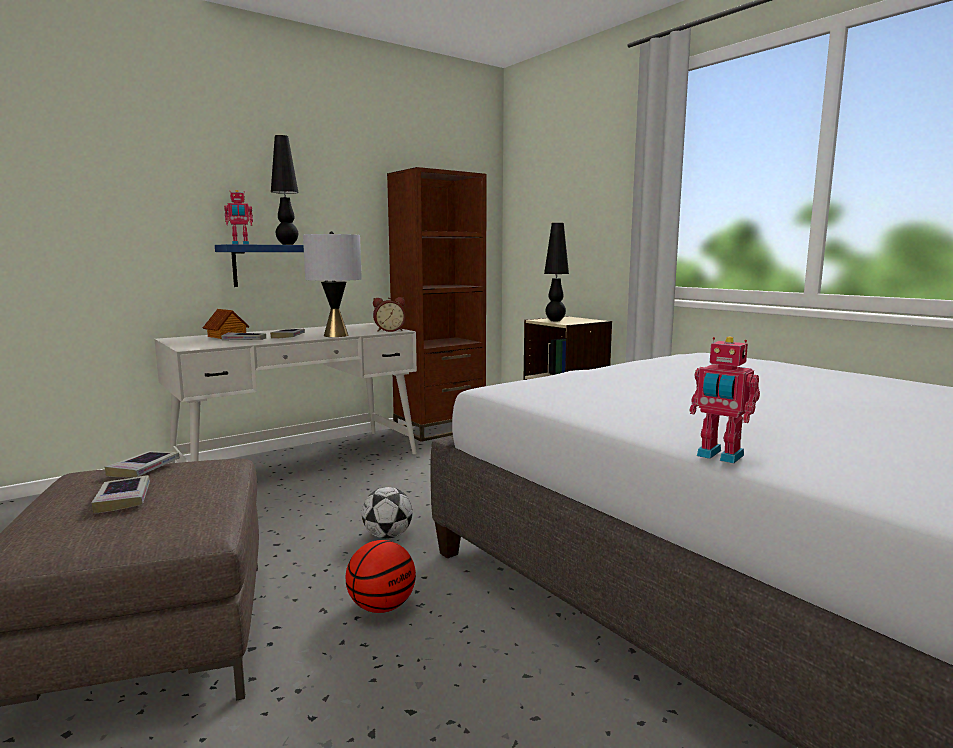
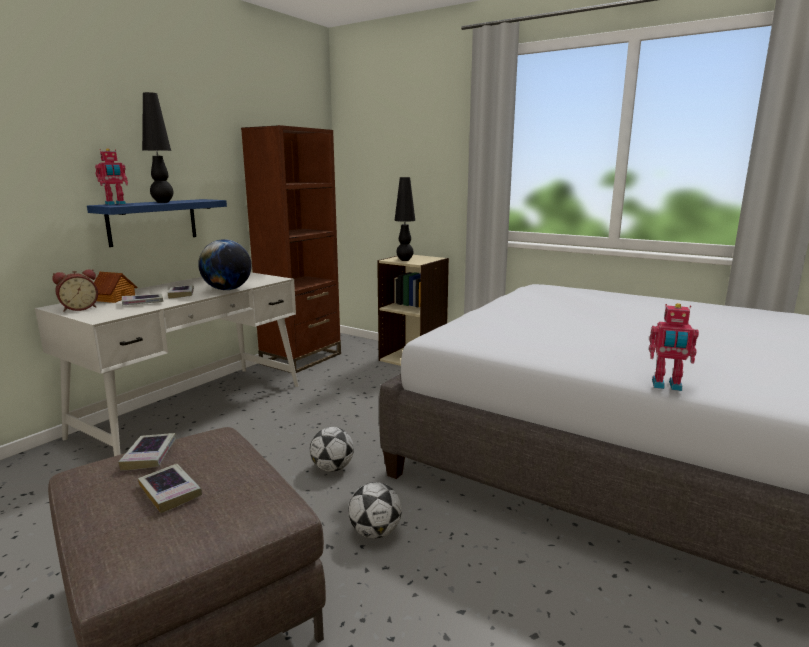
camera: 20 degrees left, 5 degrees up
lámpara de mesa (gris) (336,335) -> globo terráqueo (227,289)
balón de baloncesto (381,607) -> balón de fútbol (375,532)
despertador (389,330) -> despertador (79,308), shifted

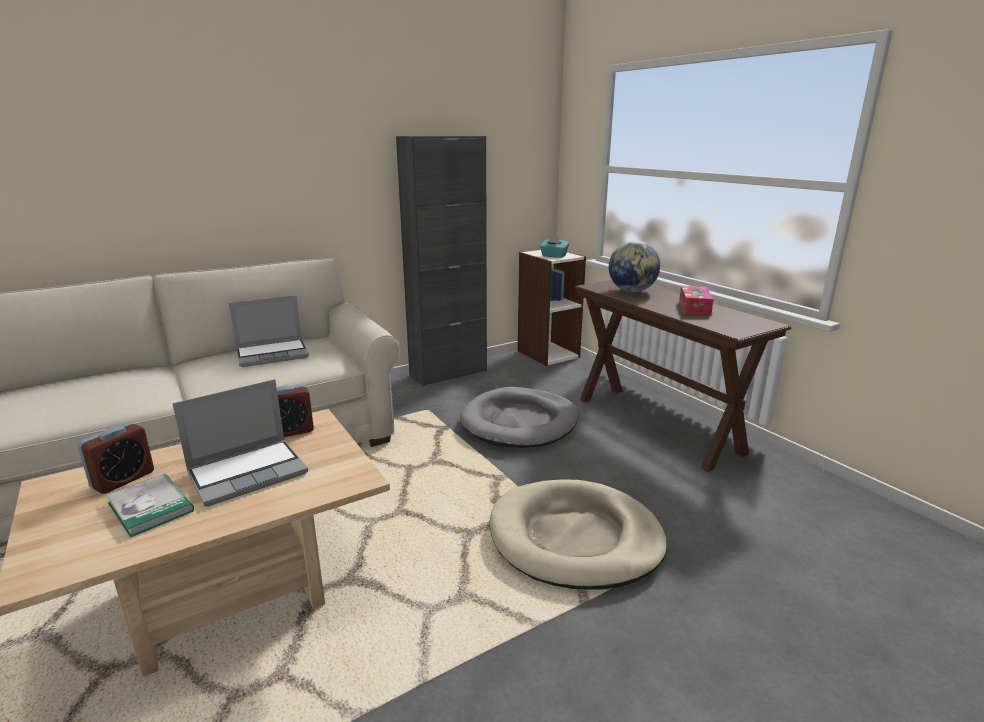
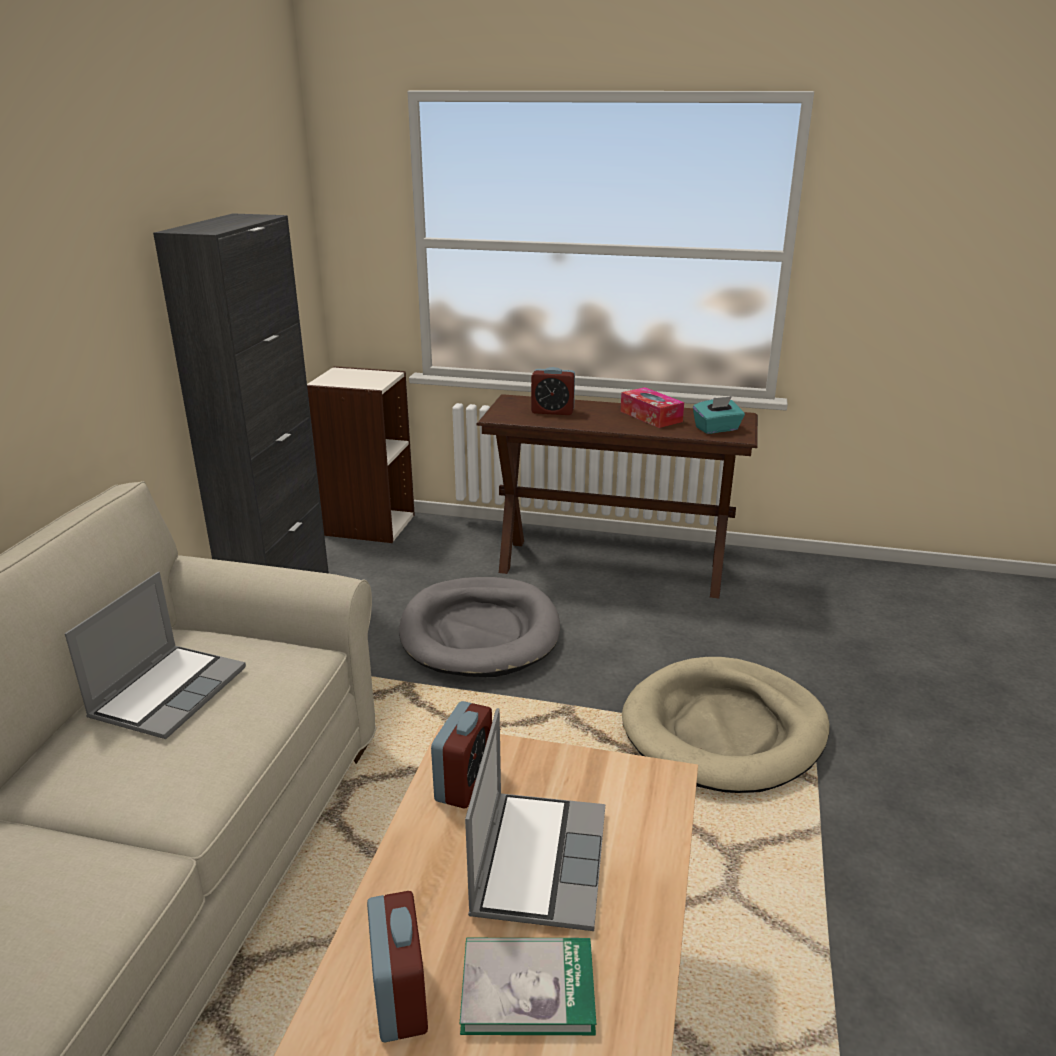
camera: 45 degrees left, 5 degrees up
caja de pañuelos (turquesa) (553,256) -> caja de pañuelos (turquesa) (717,429), shifted
globo terráqueo (632,291) -> despertador (552,411)

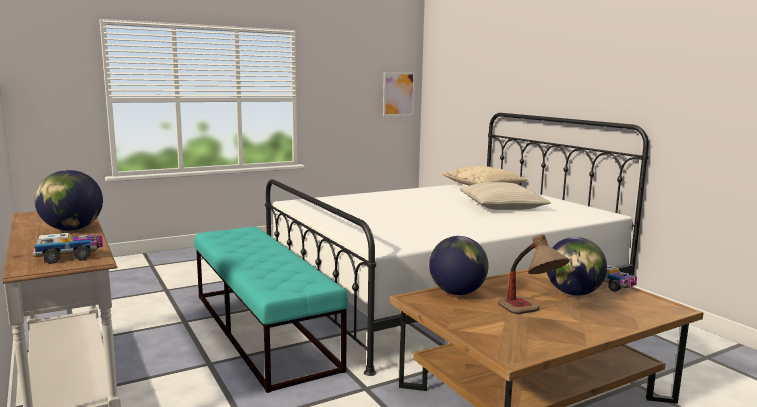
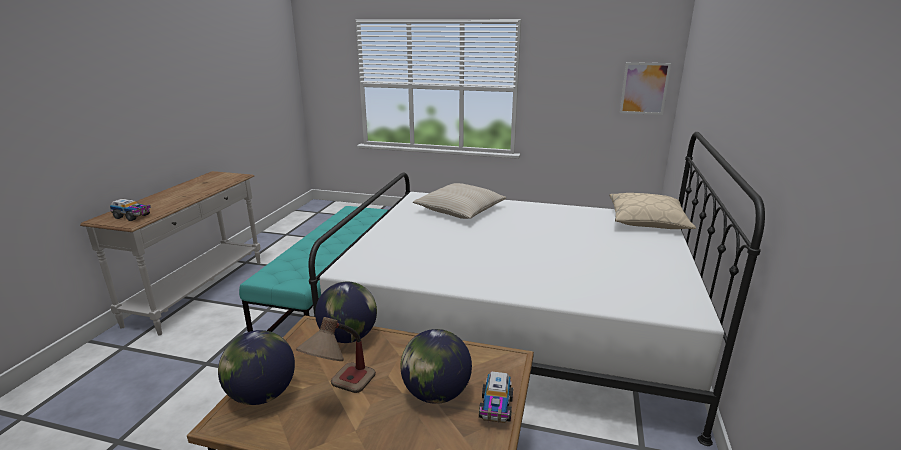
camera: 45 degrees right, 10 degrees up
globo terráqueo (72,229) -> globo terráqueo (262,395), shifted
cojín (beis) (502,206) -> cojín (beis) (460,210), shifted

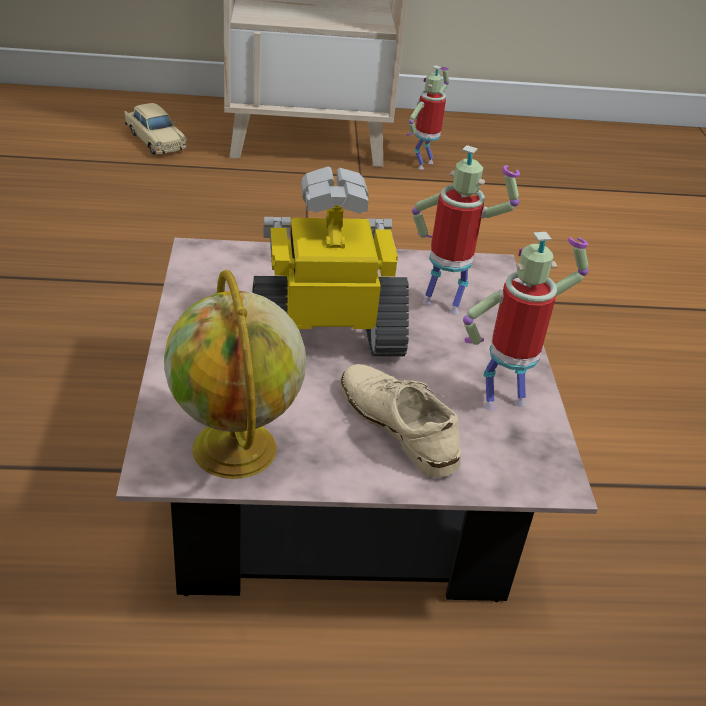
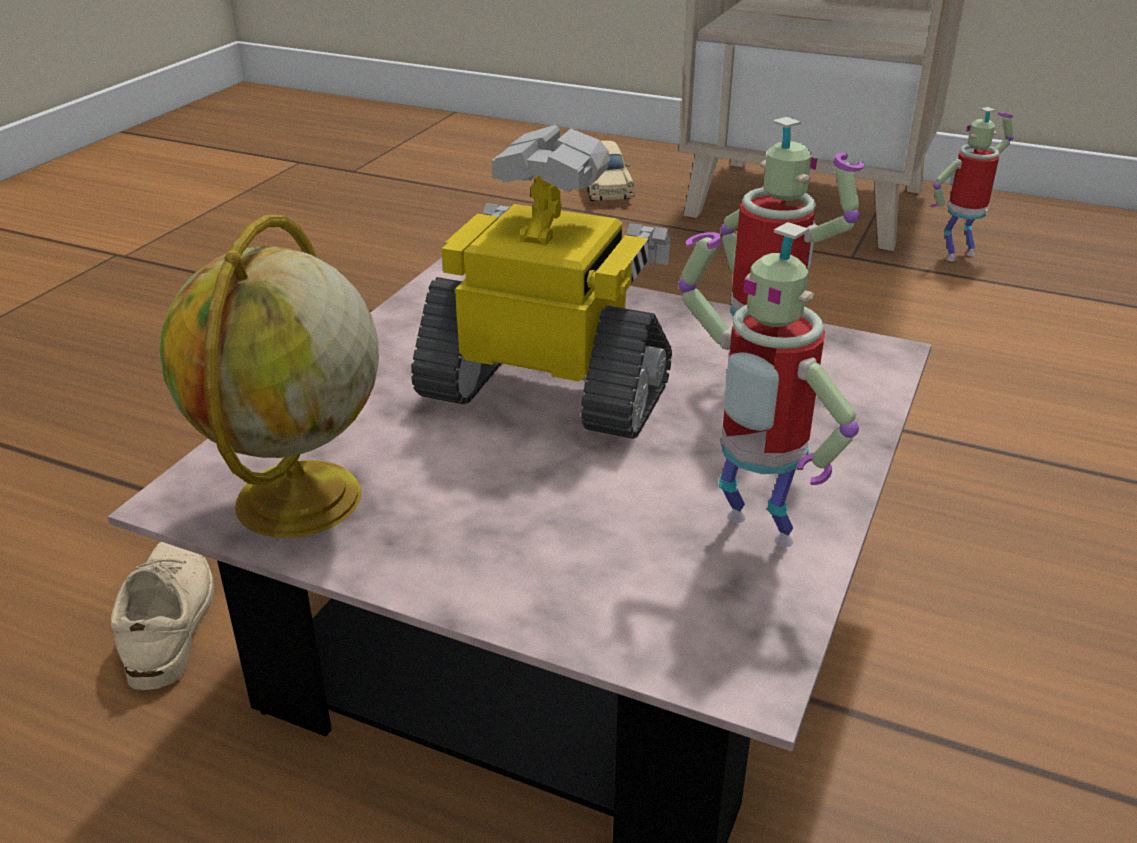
camera: 30 degrees right, 5 degrees down
zapato (beis) (398,425) -> zapato (beis) (170,619), shifted
robot de juguete (503,400) -> robot de juguete (750,533), 150 degrees counterclockwise

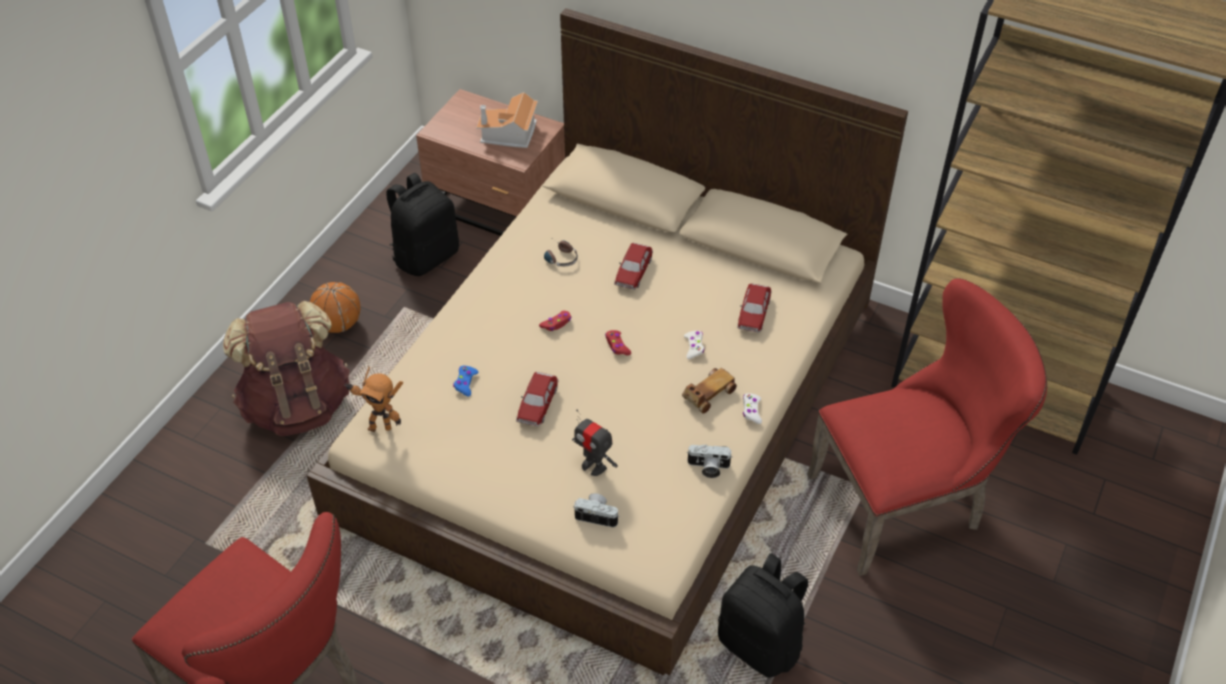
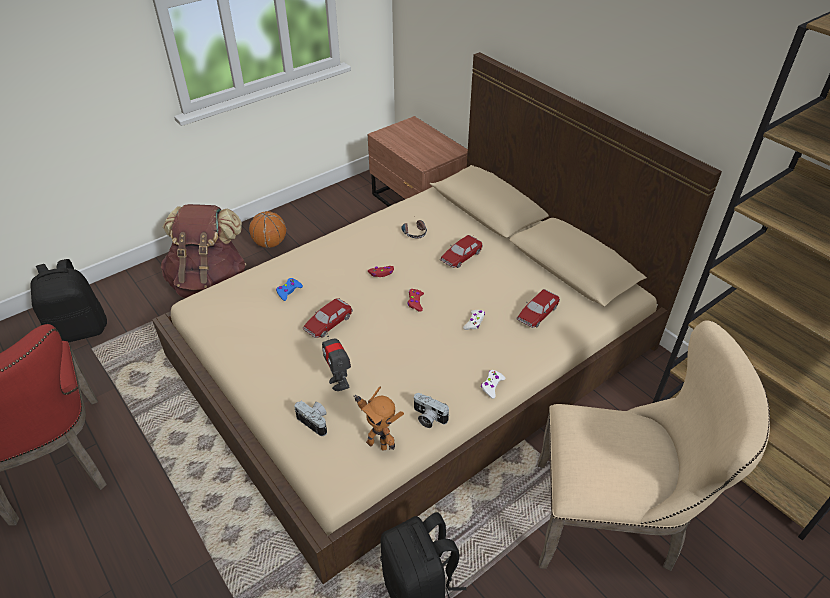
camera: 25 degrees right, 5 degrees down
robot de juguete (380,426) -> robot de juguete (378,443), shifted
mochila (negro) (426,256) -> mochila (negro) (80,330), shifted
casita (509,134) -> none
coche de juguete (708,395) -> none
silla (rojo) (905,503) -> silla (beis) (612,519)

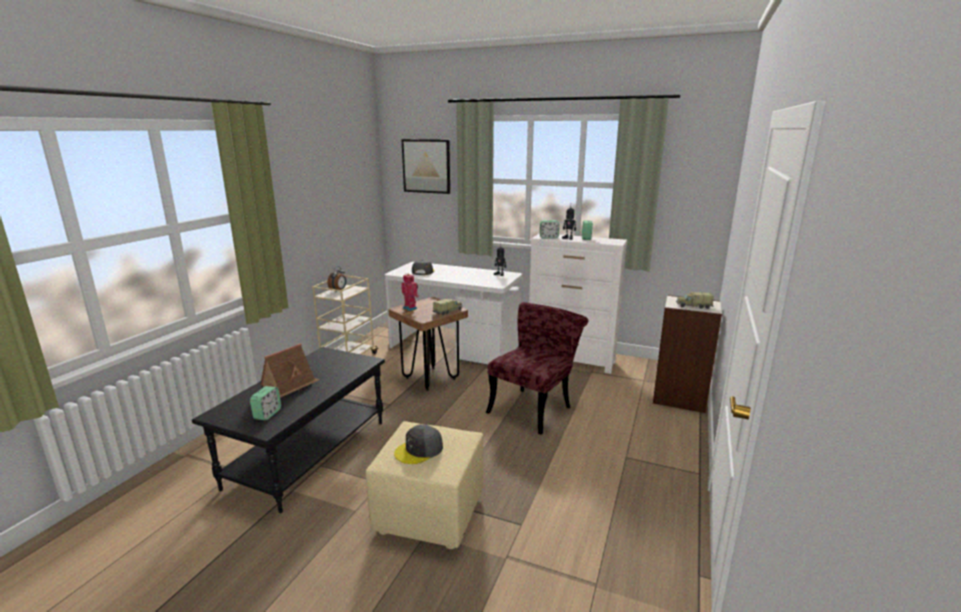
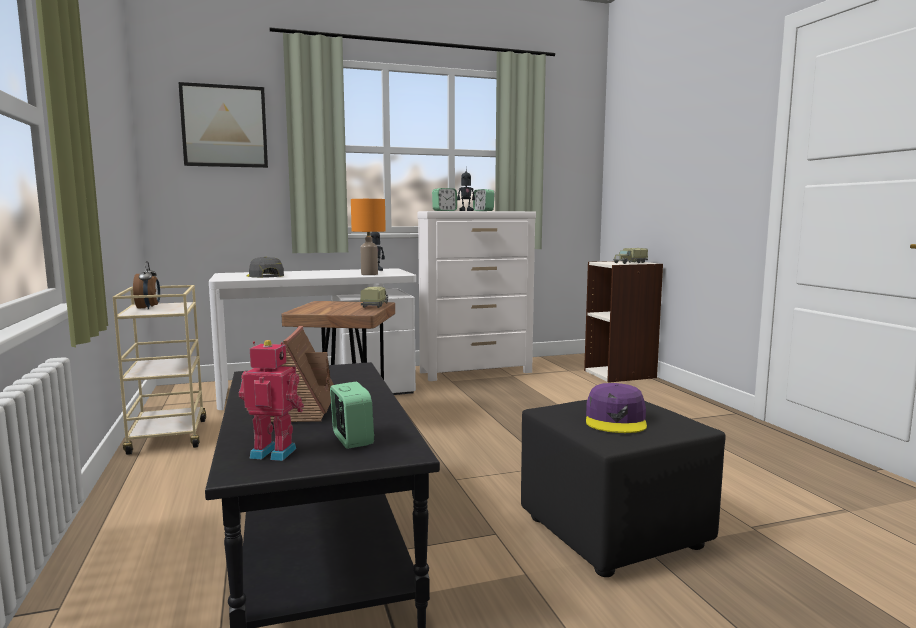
camera: 40 degrees left, 10 degrees down
puf (beis) (429,513) -> puf (negro) (611,532)
gorra (gris) (419,450) -> gorra (morado) (616,420)
robot de juguete (410,308) -> robot de juguete (274,452), shifted
silla (rojo) (534,407) -> none
none -> lámpara de mesa (naranja) (370,274)

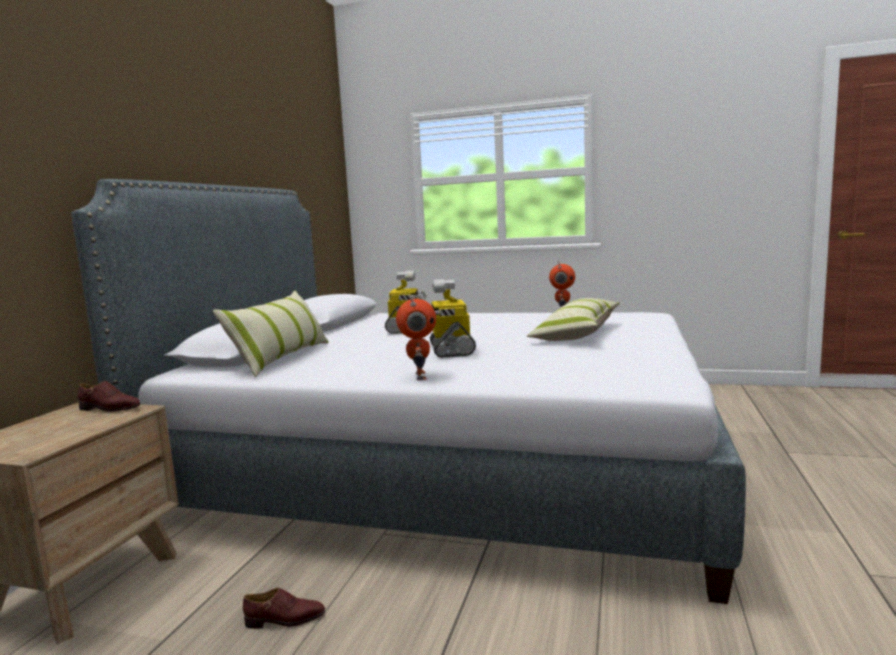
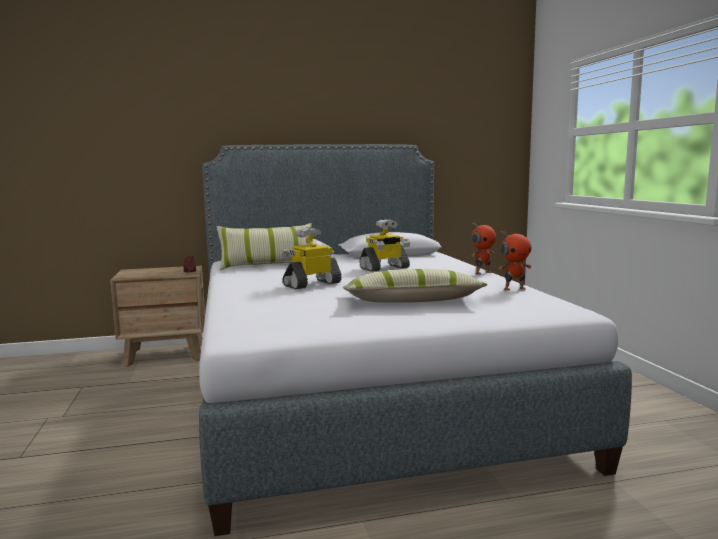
camera: 60 degrees right, 0 degrees up
zapato (marrón) (285,620) -> none
robot de juguete (419,376) -> robot de juguete (482,273), shifted

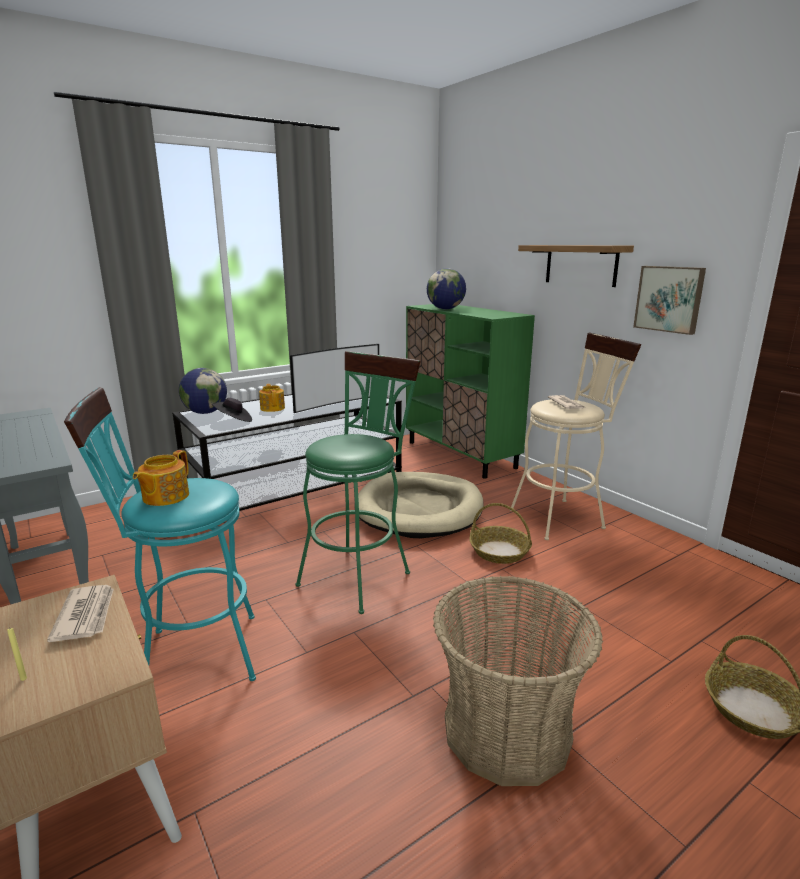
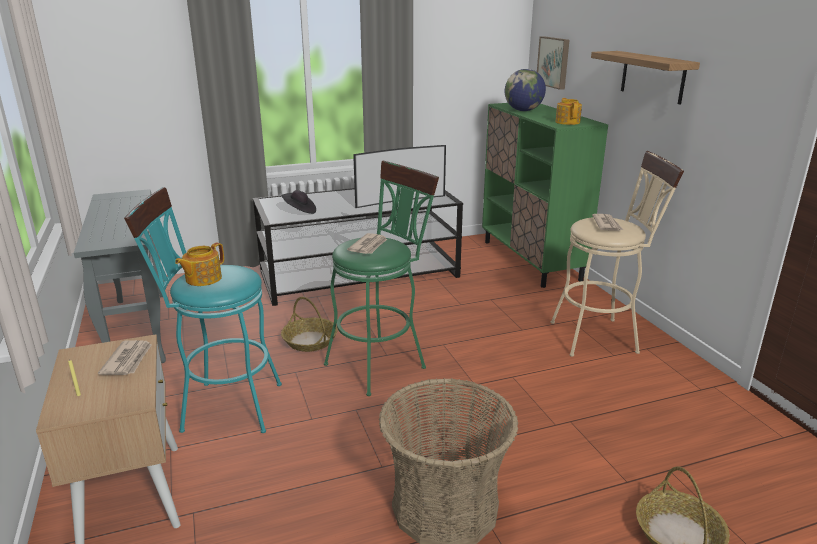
camera: 15 degrees right, 5 degrees up
globo terráqueo (205,412) -> none
tetera (272,408) -> tetera (567,122), shifted
cama para perro (beis) (419,509) -> none
cesta (500,551) -> cesta (310,341), shifted
cuadro (669,299) -> cuadro (554,62), shifted
none -> periódico (369,246)

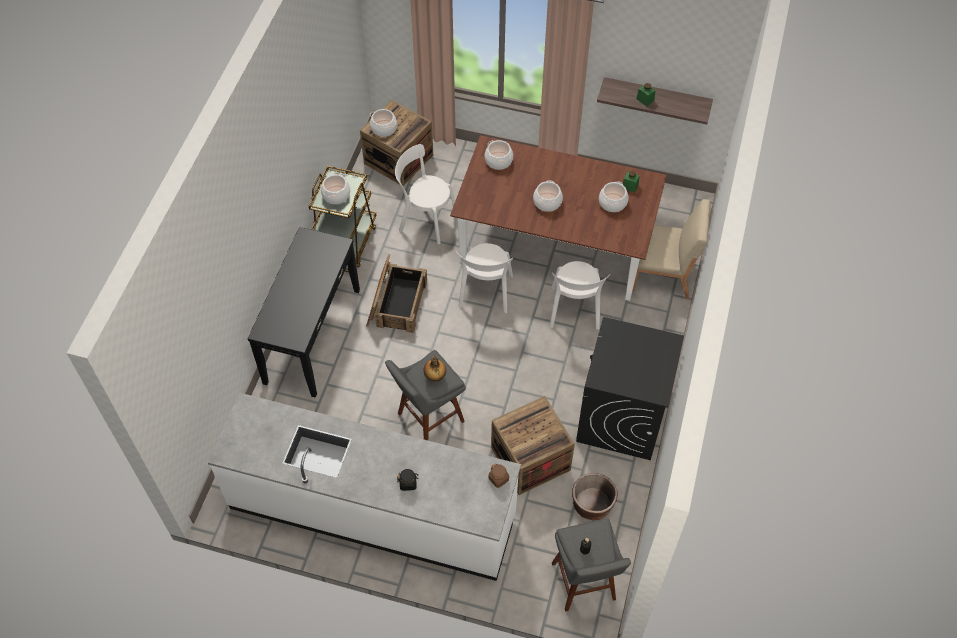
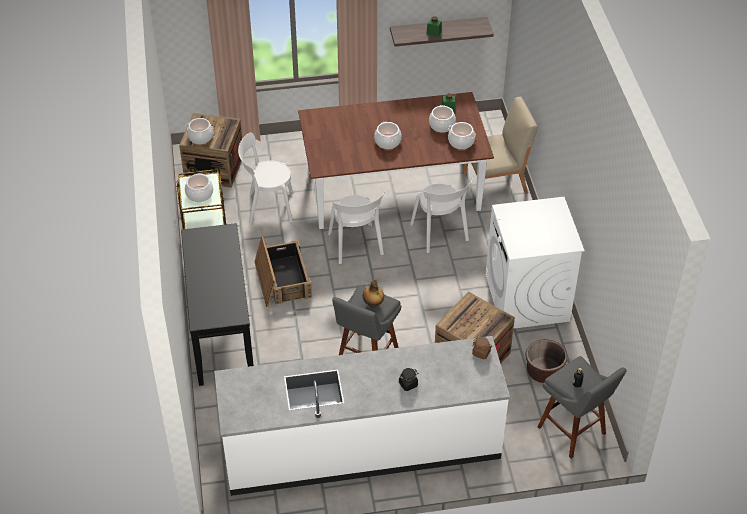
camera: 25 degrees left, 10 degrees down
olla (499,160) -> olla (461,142), shifted
lavadora (negro) (621,417) -> lavadora (blanco) (527,298)

